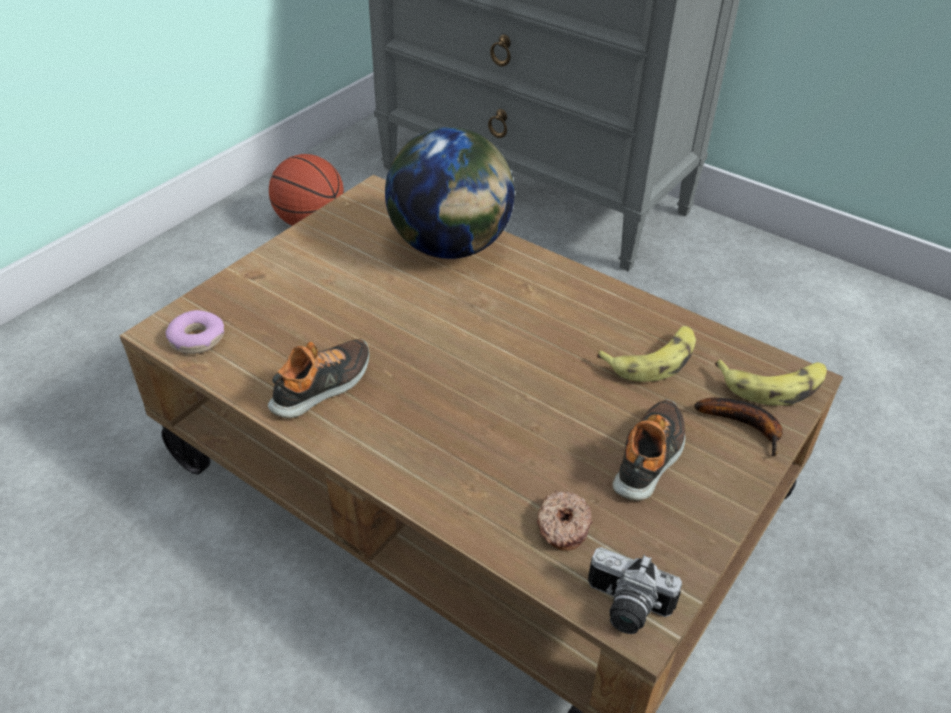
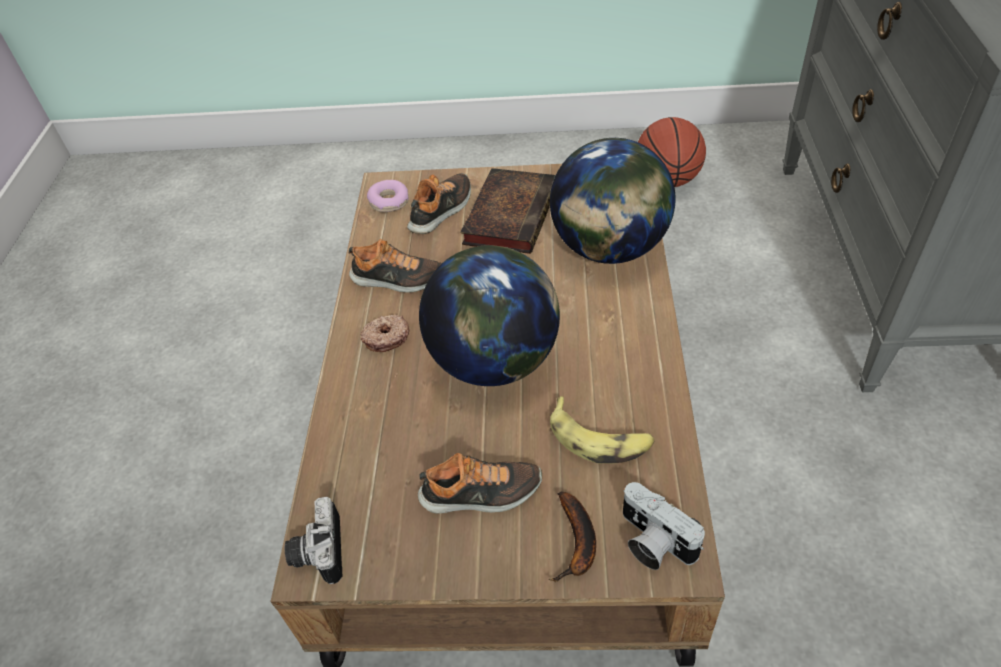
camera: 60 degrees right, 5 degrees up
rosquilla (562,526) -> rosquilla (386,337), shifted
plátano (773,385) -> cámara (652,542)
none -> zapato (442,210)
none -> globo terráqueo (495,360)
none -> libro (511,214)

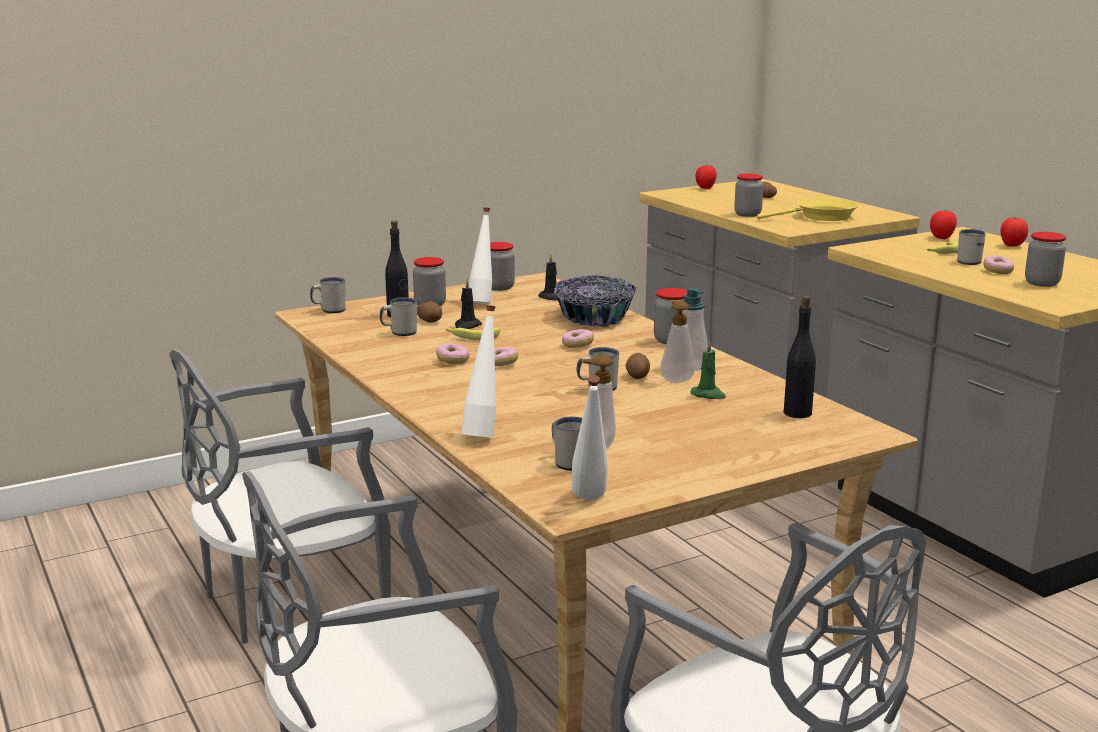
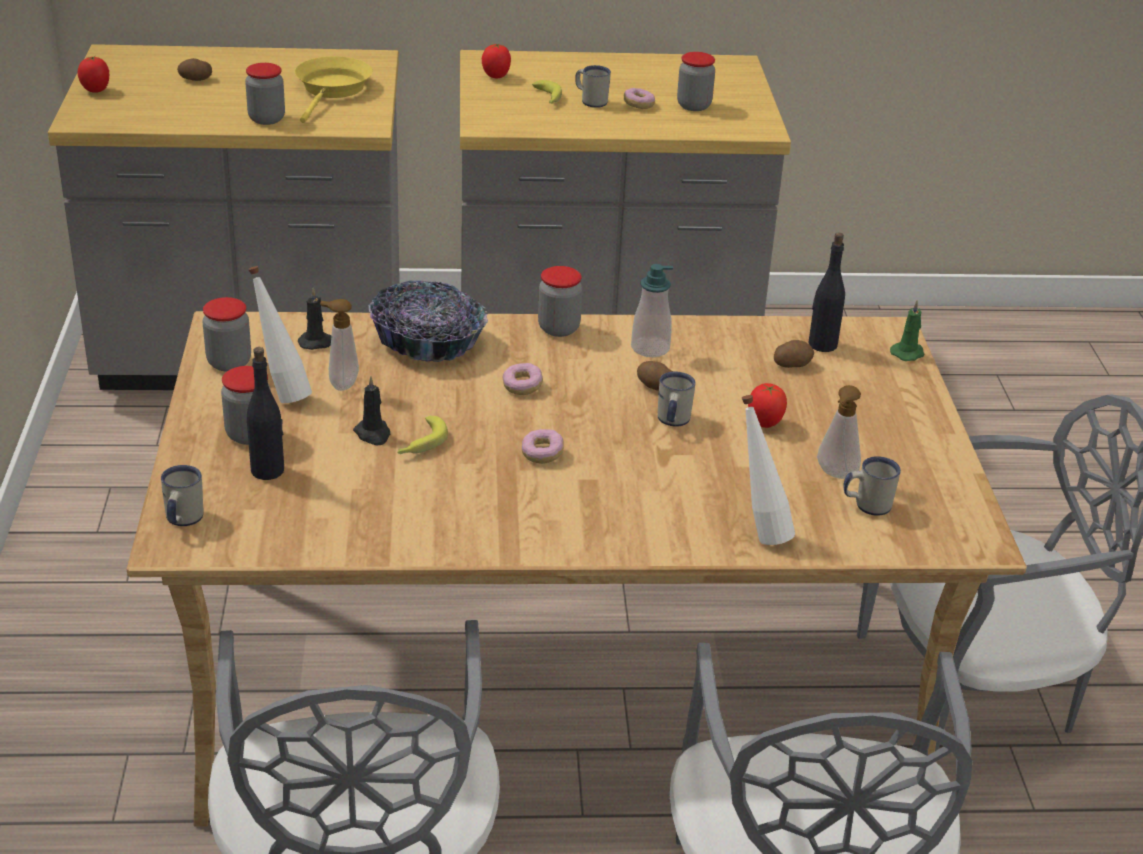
camera: 65 degrees left, 15 degrees up
taza grande (blanco) (399,333) -> none
patata (430,321) -> patata (791,364), shifted
rosquilla (452,361) -> none
botella (blanco) (590,502) -> none
dispensador de jabón (676,379) -> dispensador de jabón (341,384), shifted
vela (verde) (708,395) -> vela (verde) (908,353), shifted
tomate (1011,246) -> tomate (764,424), shifted

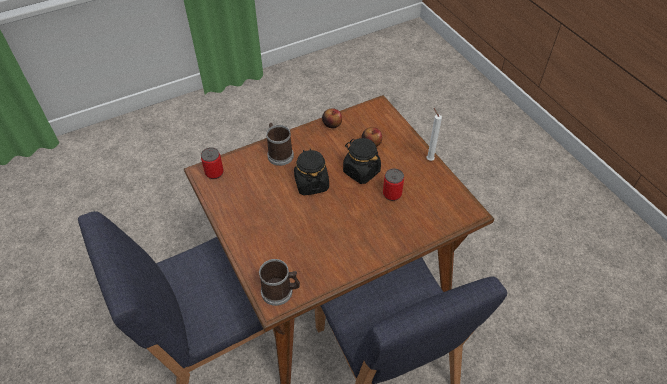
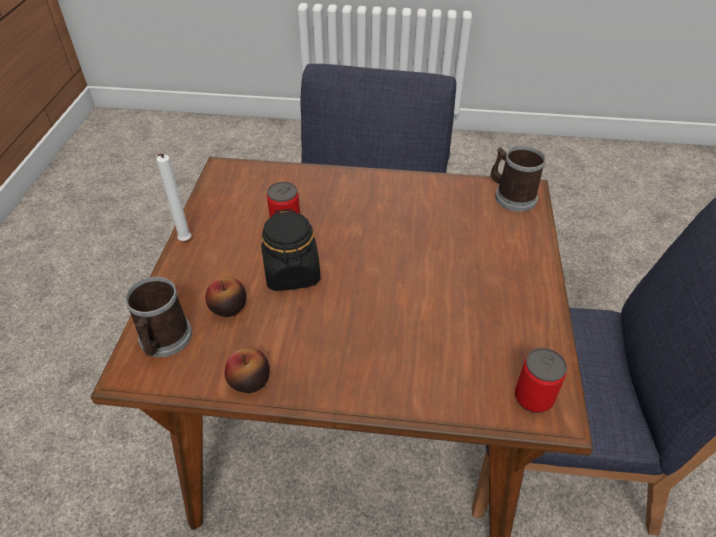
camera: 145 degrees left, 5 degrees down
taza grande (279,153) -> taza grande (163,341), shifted
tarro (negro) (311,183) -> none

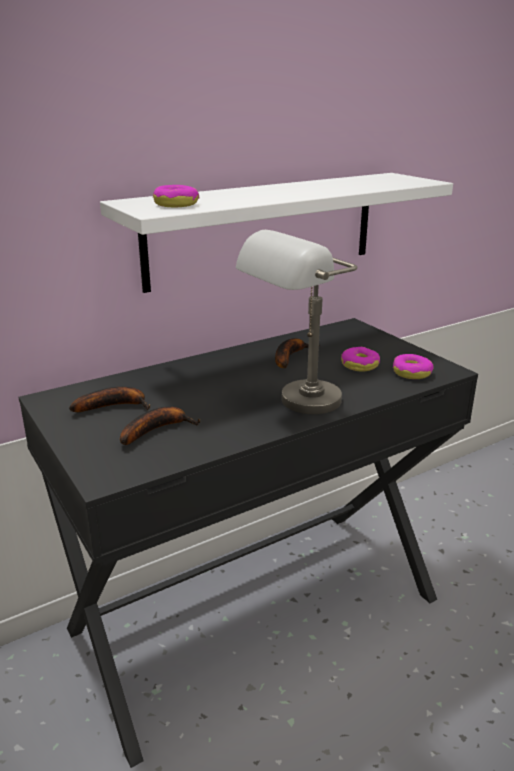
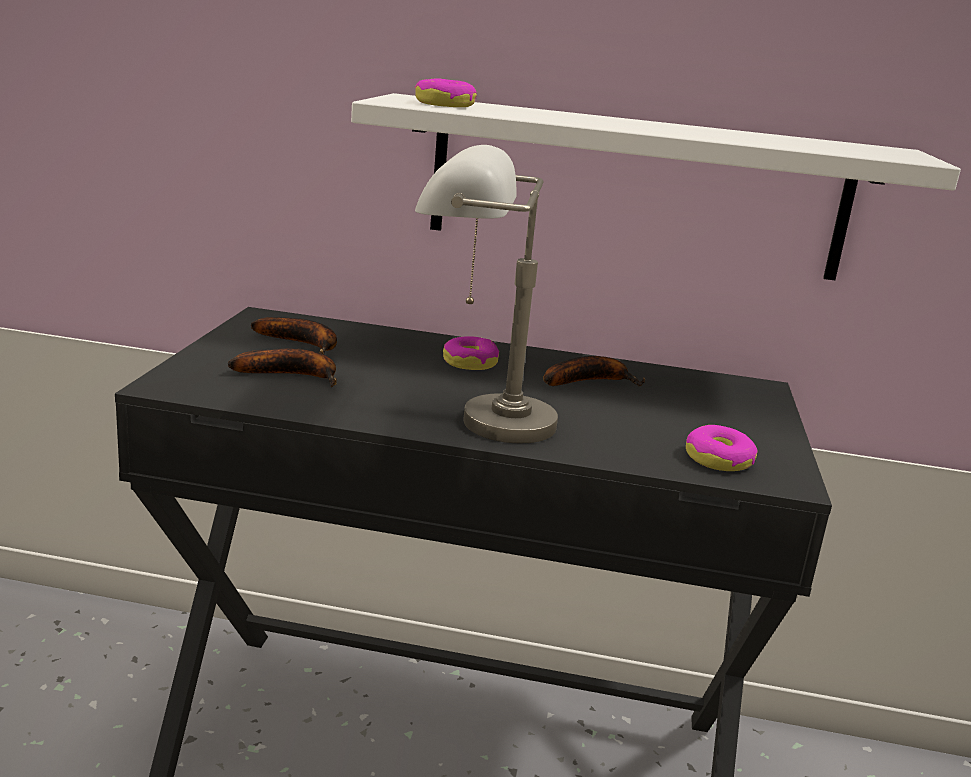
camera: 40 degrees right, 5 degrees down
rosquilla (359,365) -> rosquilla (470,362), shifted

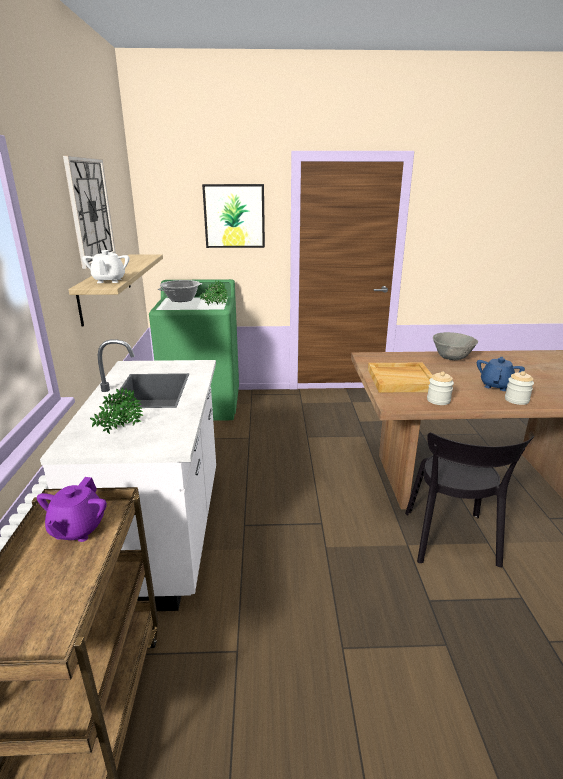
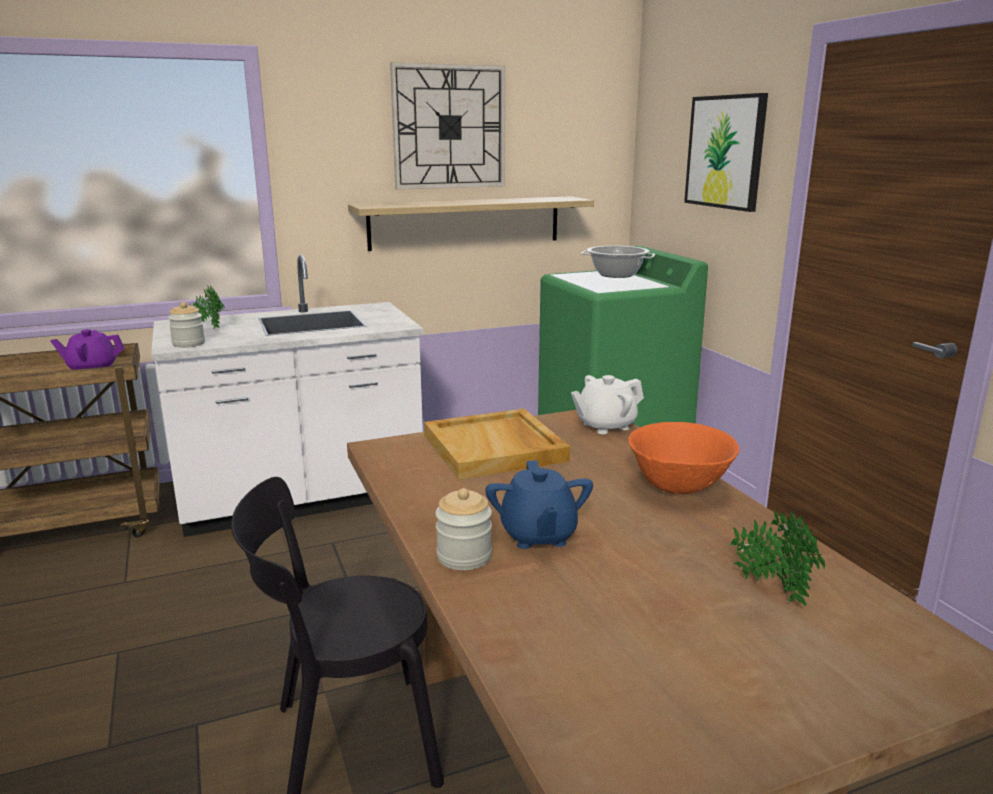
camera: 70 degrees right, 5 degrees down
tetera (blanco) (109,281) -> tetera (blanco) (605,426), shifted
planta en maceta (214,305) -> planta en maceta (771,588), shifted
tarro (438,400) -> tarro (188,344), shifted
cuenco (gris) (452,358) -> cuenco (naranja) (679,488)
tetera (azul) (496,385) -> tetera (azul) (538,535), 75 degrees clockwise

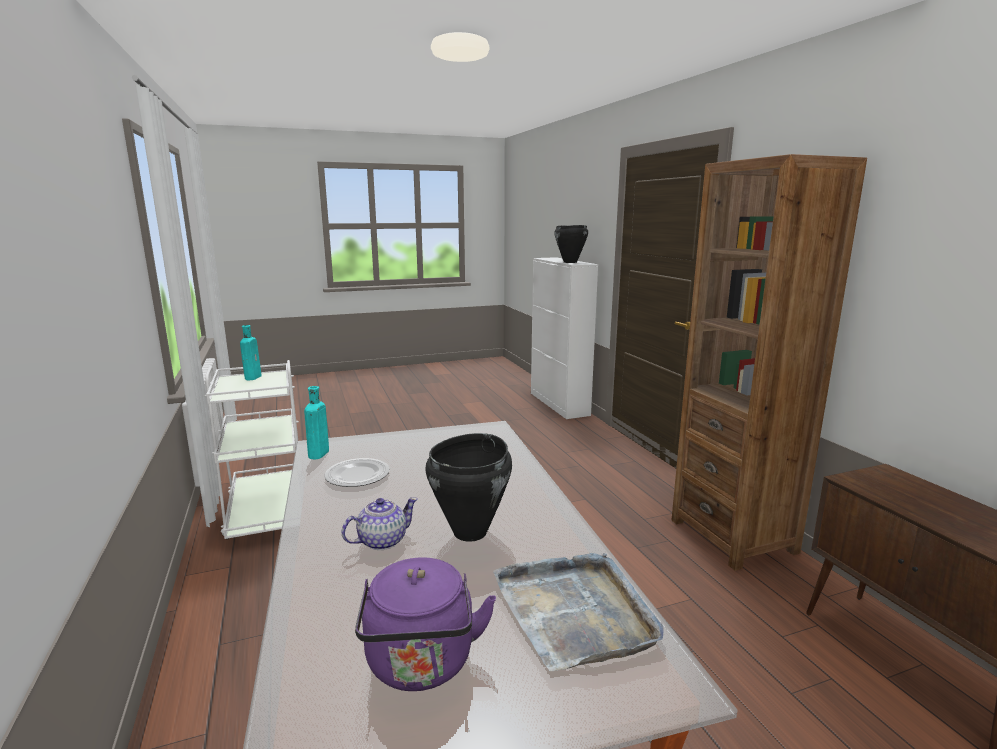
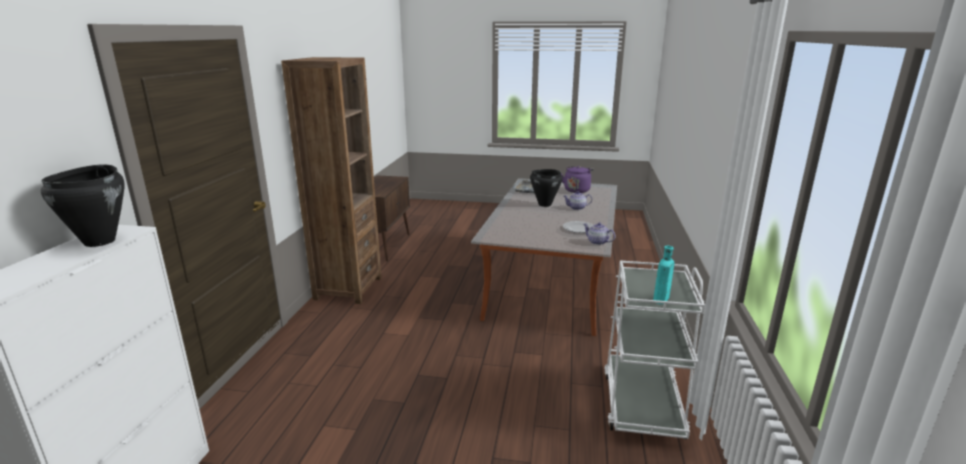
camera: 150 degrees left, 5 degrees up
botella (turquesa) (318,455) -> tetera (597,242)

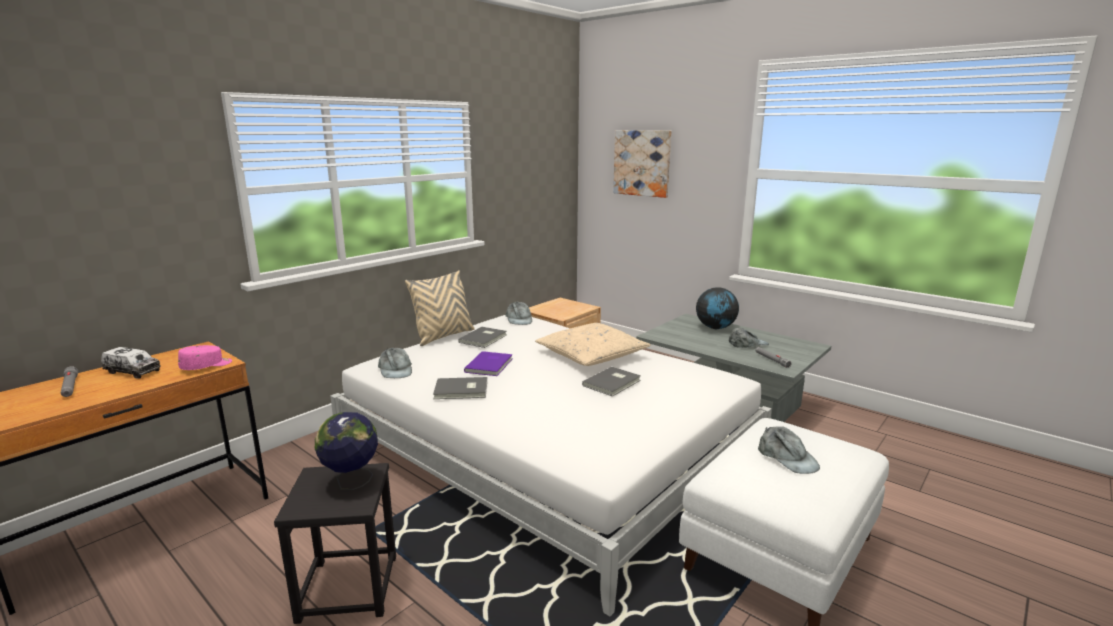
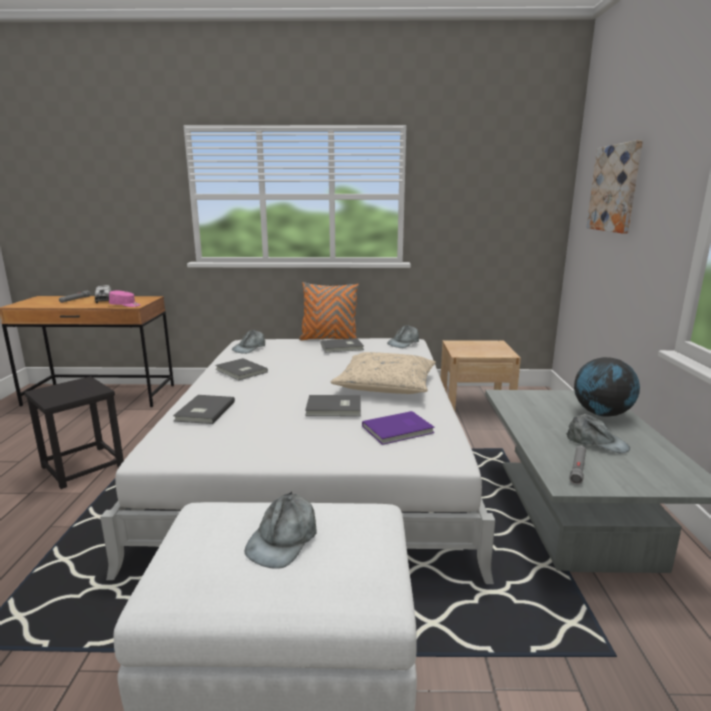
camera: 50 degrees right, 0 degrees up
globo terráqueo (351,482) -> none
cojín (beis) (443,336) -> cojín (naranja) (329,339)
libro (morado) (490,365) -> libro (morado) (399,430), shifted
none -> libro (gris) (203,411)

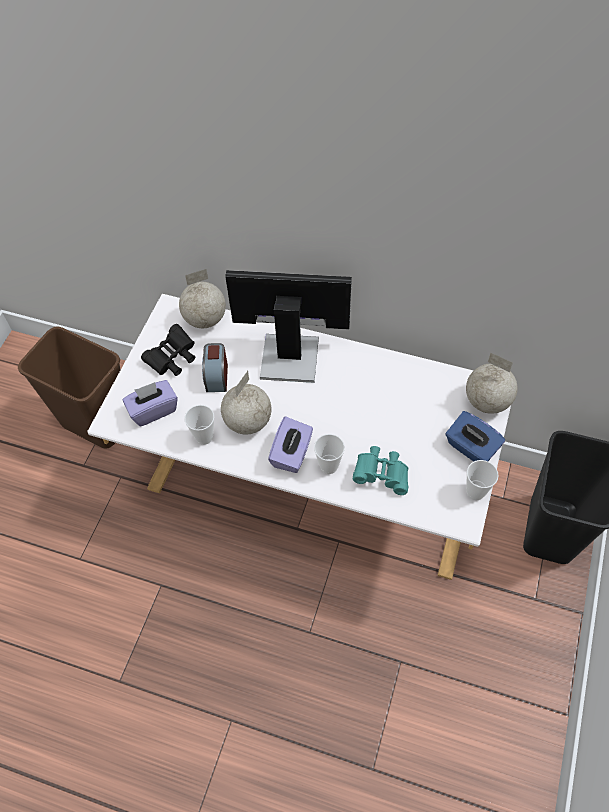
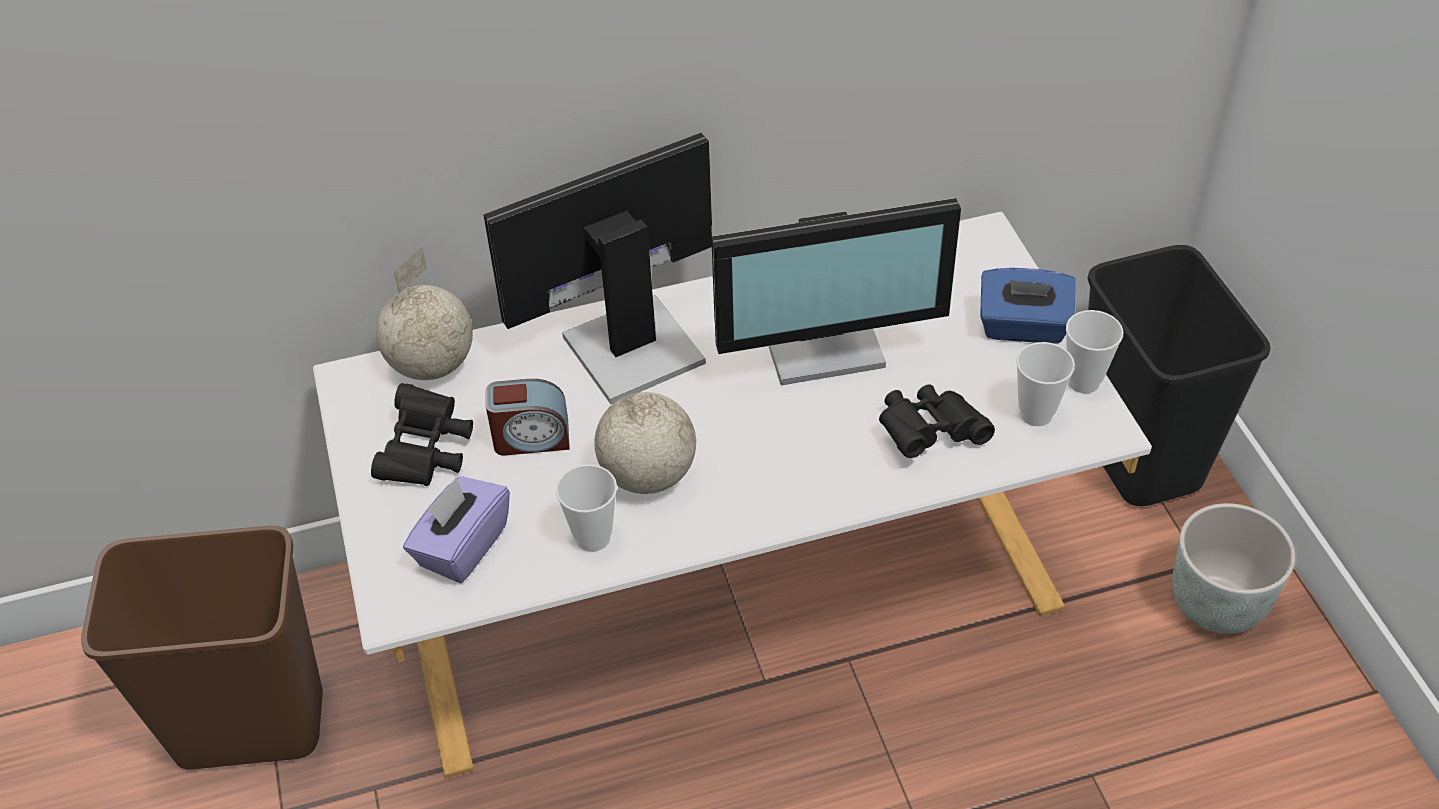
camera: 35 degrees left, 10 degrees down
despertador (216,376) -> despertador (531,438), 60 degrees counterclockwise
caja de pañuelos (morado) (292,454) -> none
taza (329,466) -> taza (1036,414), shifted
prismáticos (turquesa) (381,475) -> prismáticos (negro) (929,433)
globo terráqueo (487,402) -> none
none -> monitor (824,343)
none -> maceta (gris) (1215,606)

